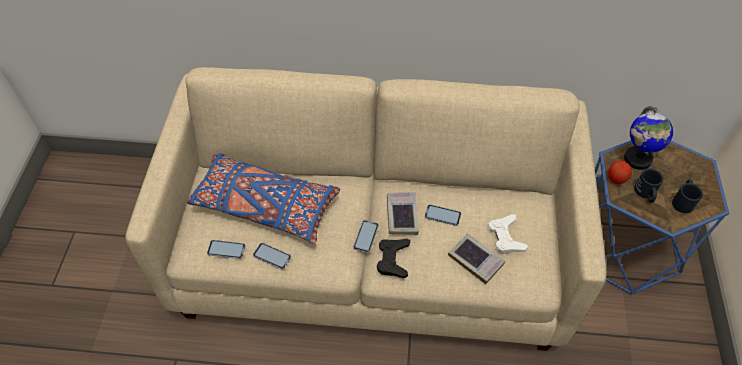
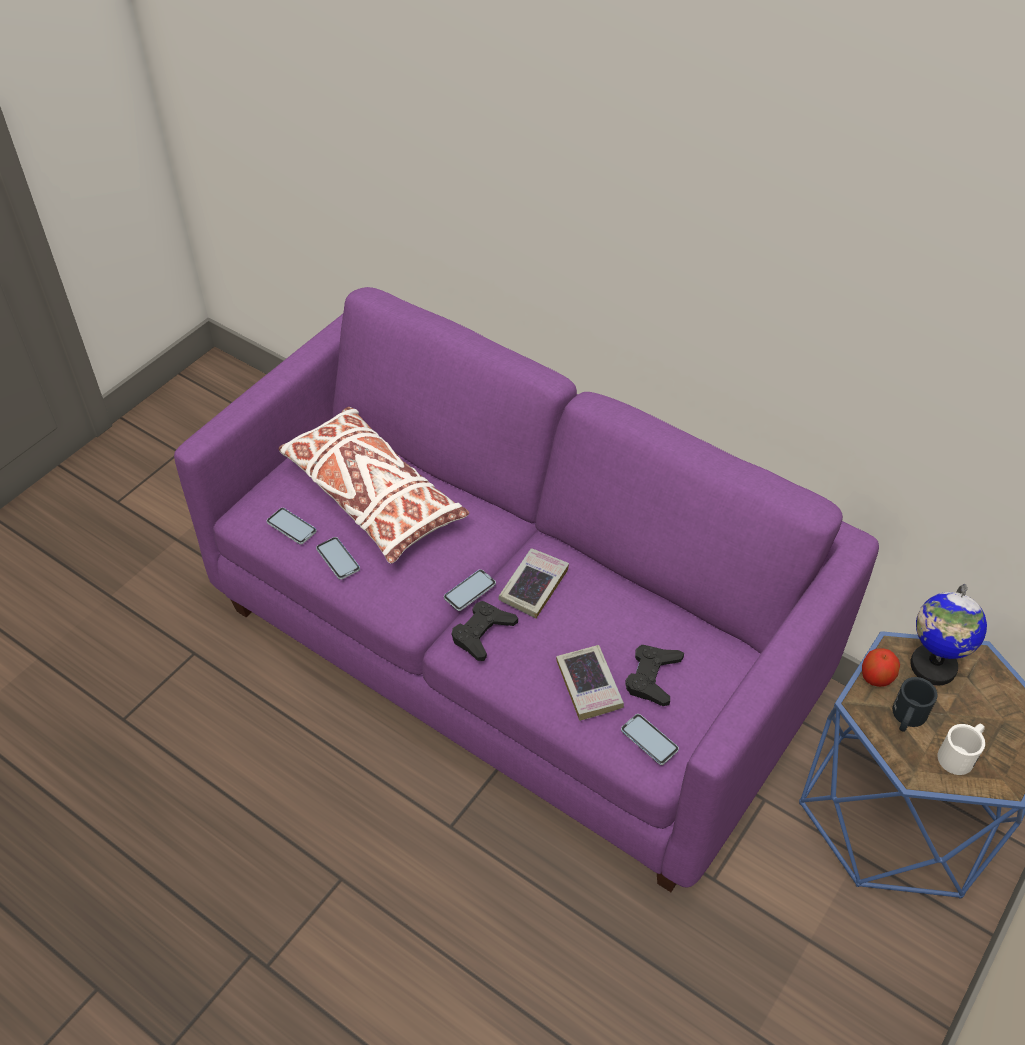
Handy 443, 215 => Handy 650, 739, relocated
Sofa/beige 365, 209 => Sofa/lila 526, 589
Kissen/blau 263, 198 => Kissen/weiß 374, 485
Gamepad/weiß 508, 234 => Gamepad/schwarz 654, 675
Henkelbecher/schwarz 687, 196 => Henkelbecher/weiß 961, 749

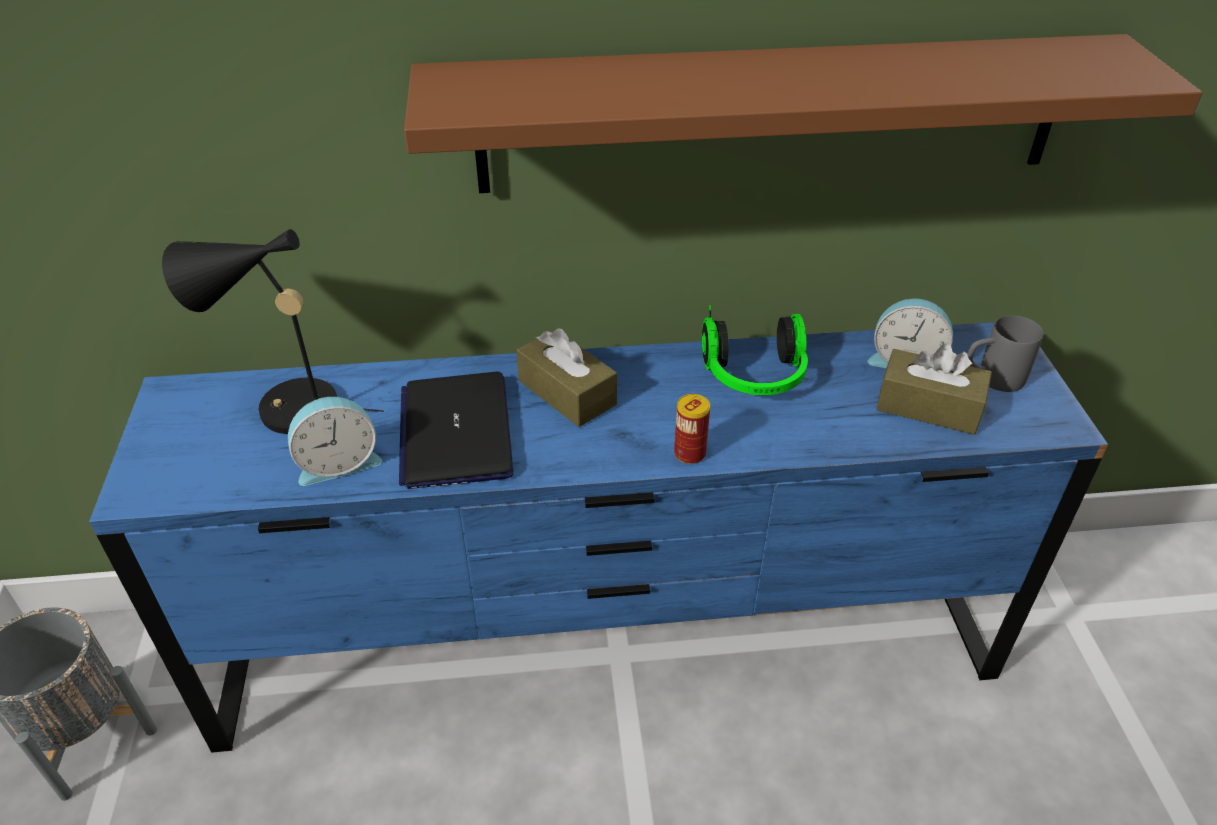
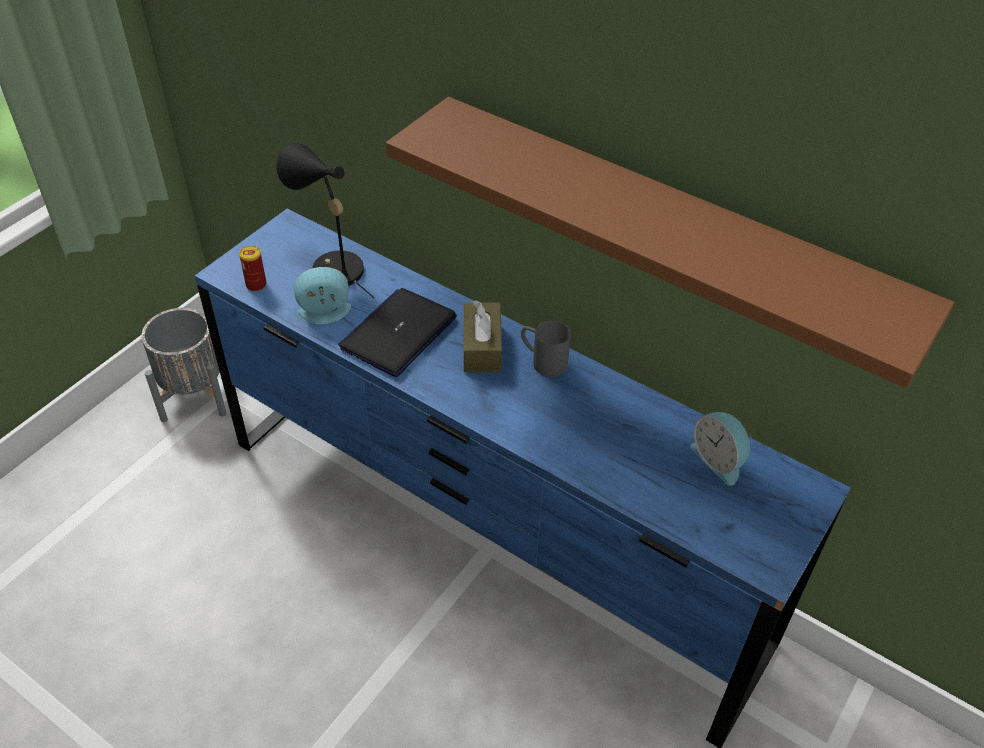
Kopfhörer 755, 350 => nothing
Taschentuchbox/braun 934, 389 => nothing
Dose 692, 429 => Dose 253, 269, relocated
Henkelbecher/grau 1005, 353 => Henkelbecher/grau 546, 349, relocated
Wecker 335, 441 => Wecker 322, 295, 150 degrees clockwise

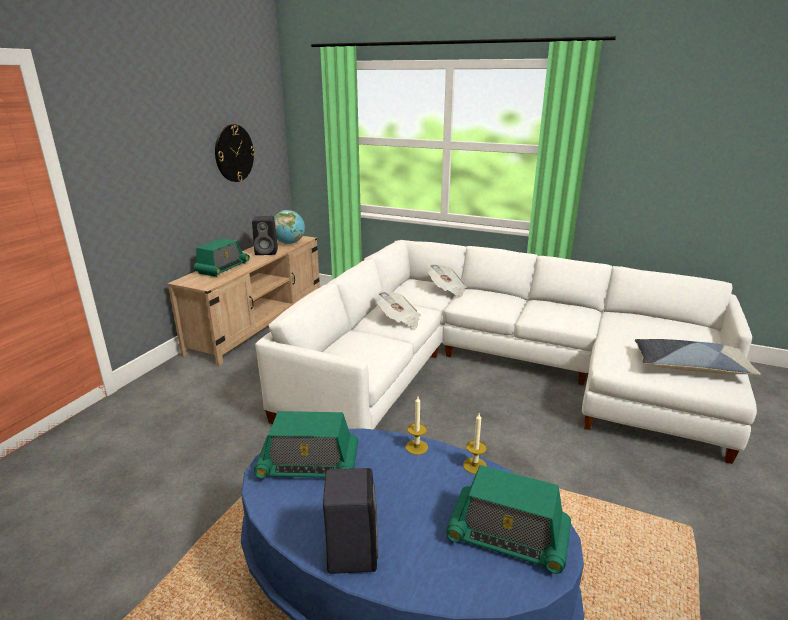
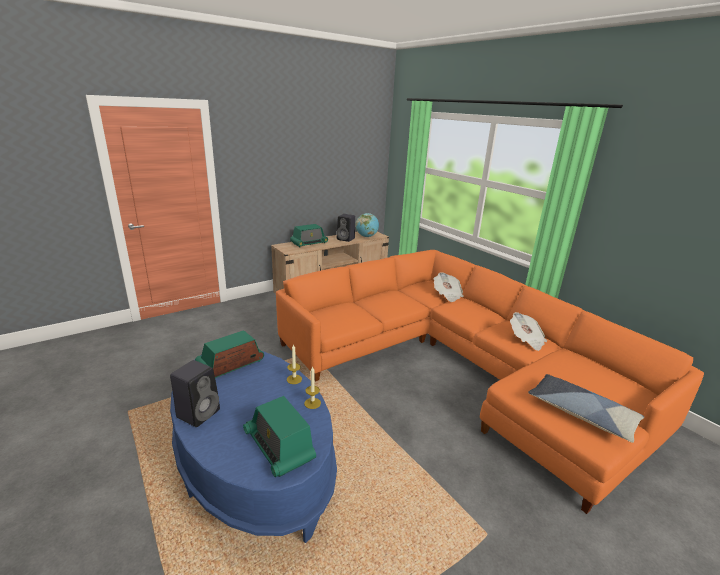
Wanduhr 235, 153 => nothing
Zeitung 399, 309 => Zeitung 528, 331, relocated
Sofa/weiß 506, 352 => Sofa/orange 490, 382
Radio 306, 445 => Radio 229, 354, 105 degrees clockwise

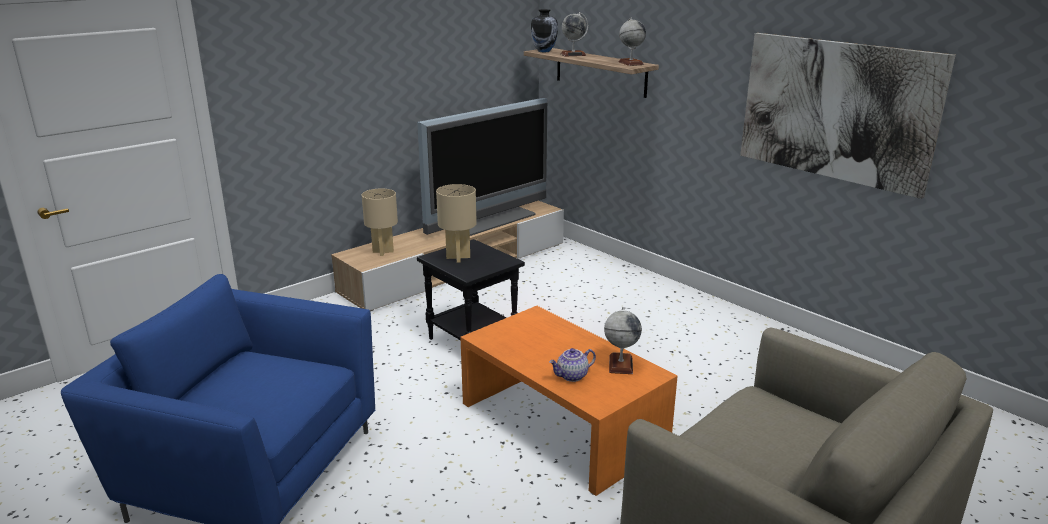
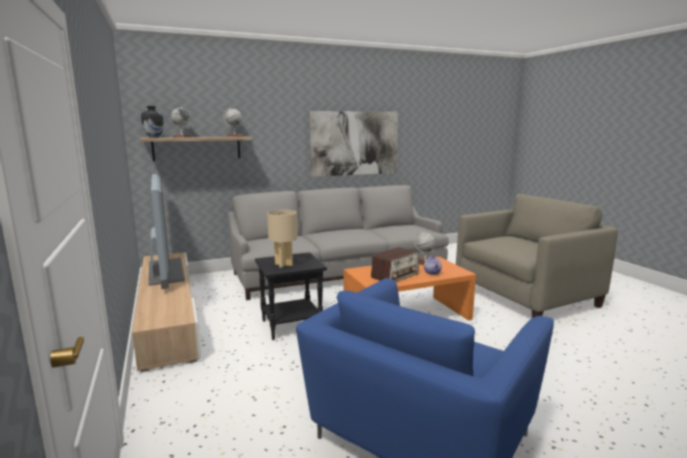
Tischlampe/beige 380, 222 => nothing
nothing => Sofa/grau 338, 242
nothing => Radio 395, 264

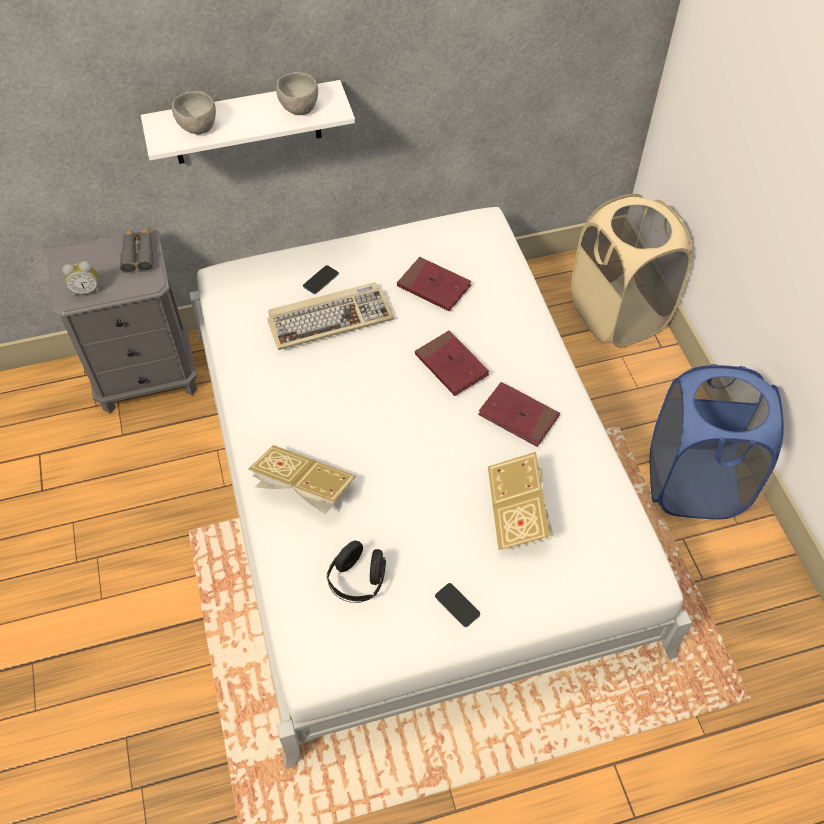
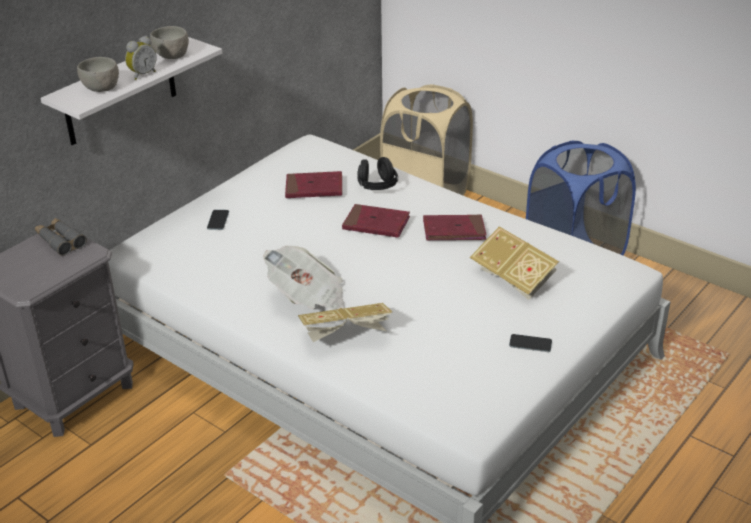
Tastatur 330, 316 => nothing
nothing => Zeitung 304, 278
Wecker 81, 279 => Wecker 141, 58, relocated
Kopfhörer/schwarz 356, 572 => Kopfhörer/schwarz 377, 173, relocated

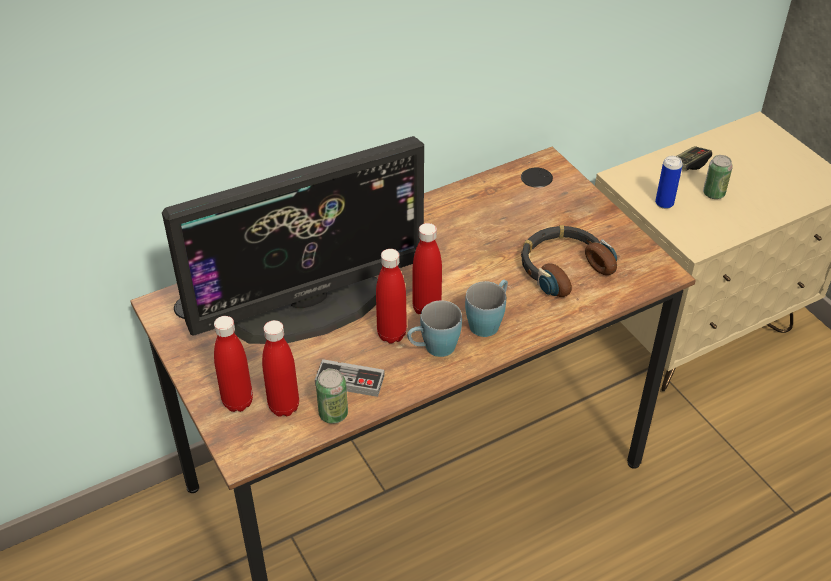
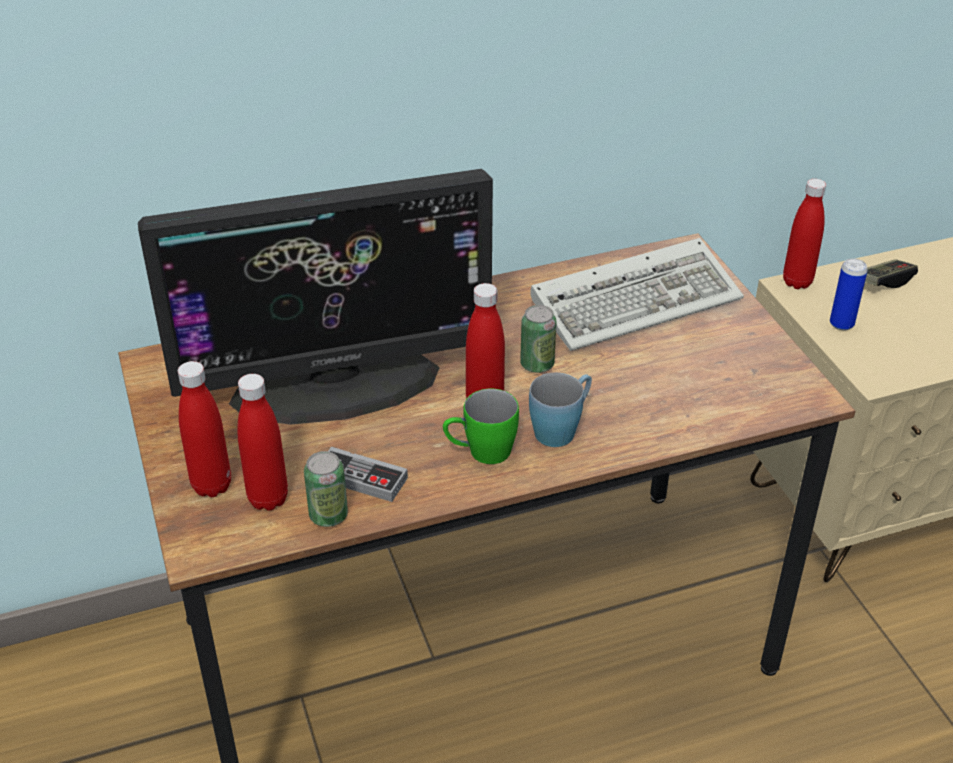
Kopfhörer 569, 261 => nothing
nothing => Tastatur 637, 294
Flasche/rot 391, 296 => Flasche/rot 804, 234, relocated
Dose 718, 177 => Dose 538, 339, relocated
Henkelbecher/blau 434, 329 => Henkelbecher/grün 481, 426

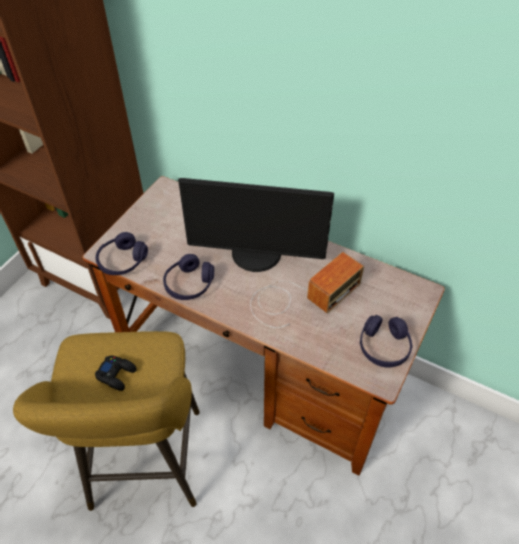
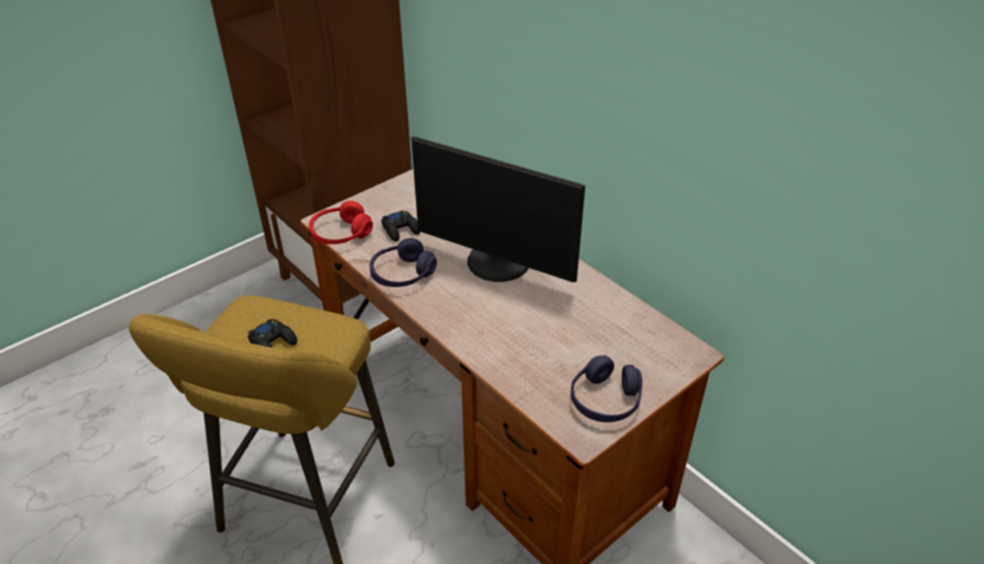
Radio 307, 290 => nothing
nothing => Gamepad/schwarz 400, 225
Kopfhörer/lila 122, 253 => Kopfhörer/rot 341, 222

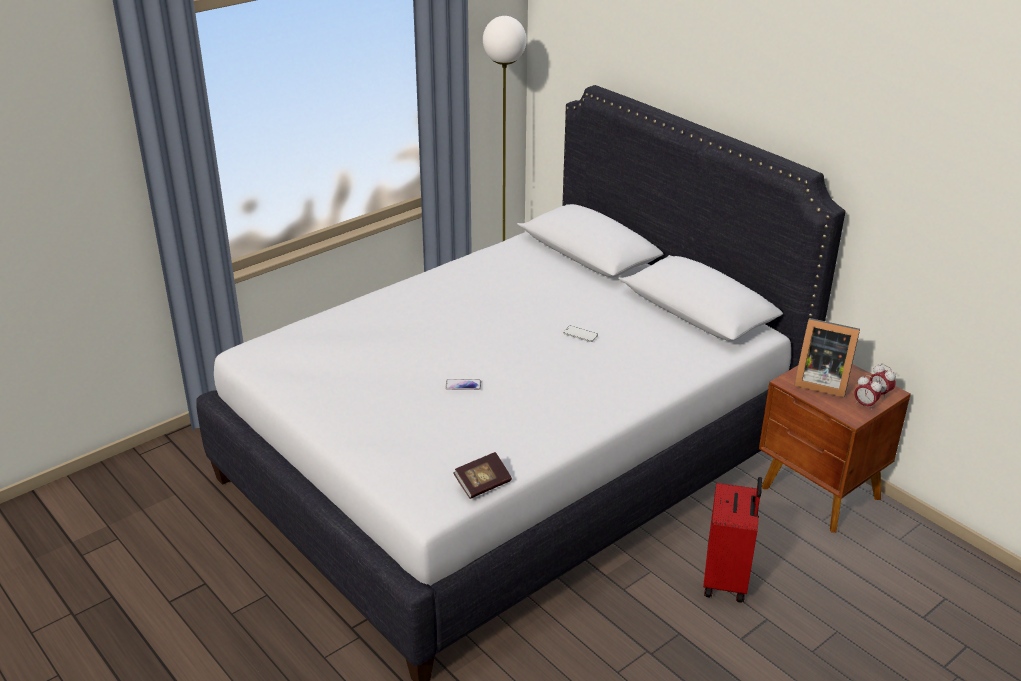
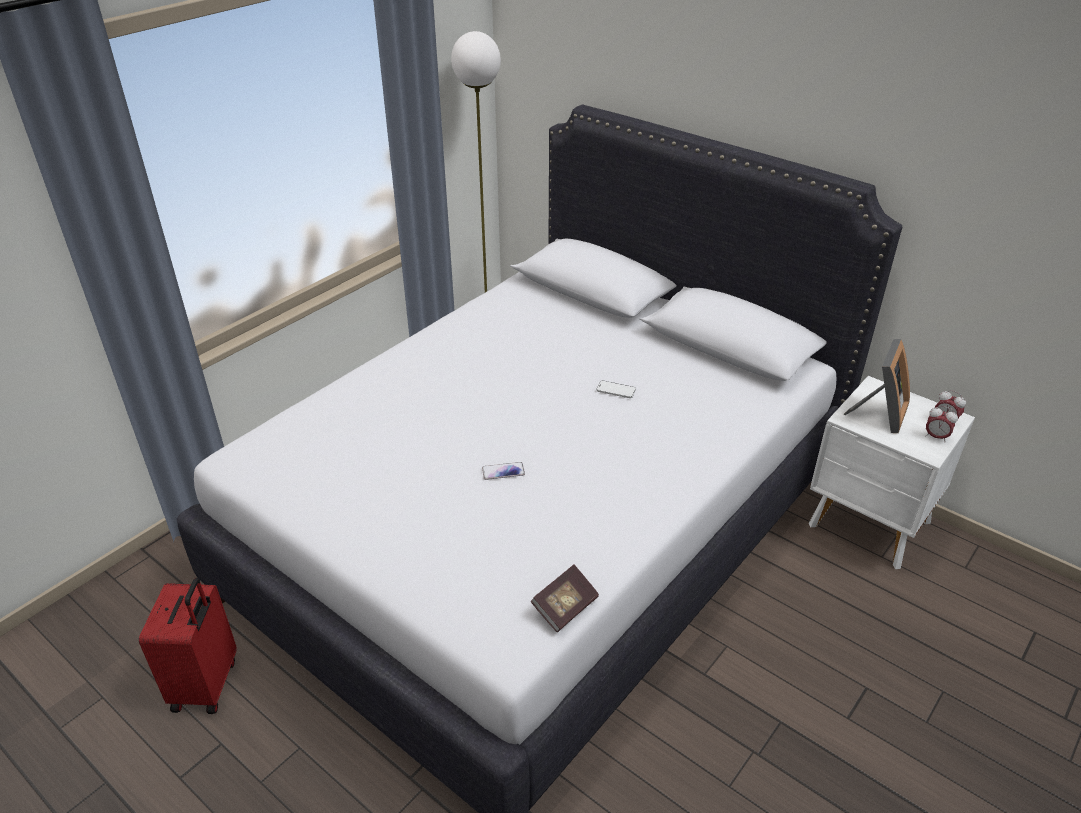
Koffer/rot 732, 540 => Koffer/rot 188, 646, relocated
Nachttisch/braun 835, 448 => Nachttisch/weiß 892, 472
Bilderrahmen 827, 358 => Bilderrahmen 876, 386, 75 degrees counterclockwise

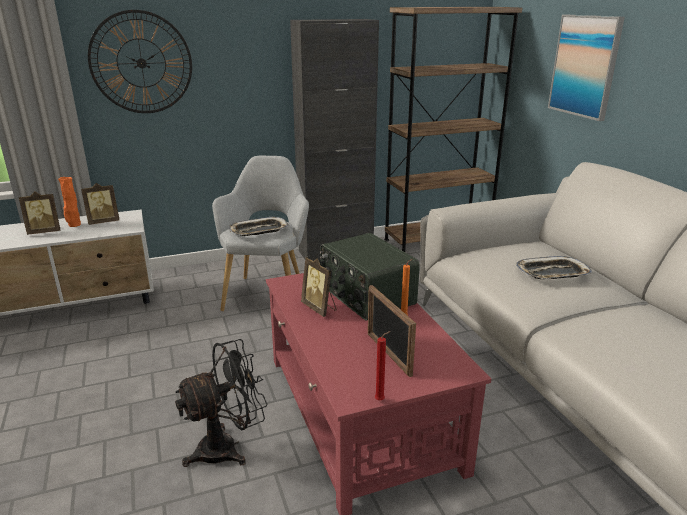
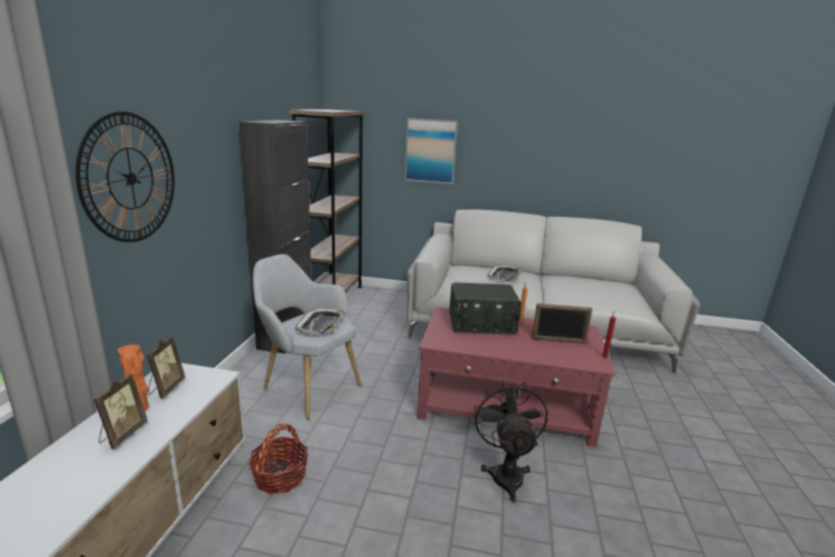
Bilderrahmen 319, 287 => nothing
nothing => Korb 278, 459

